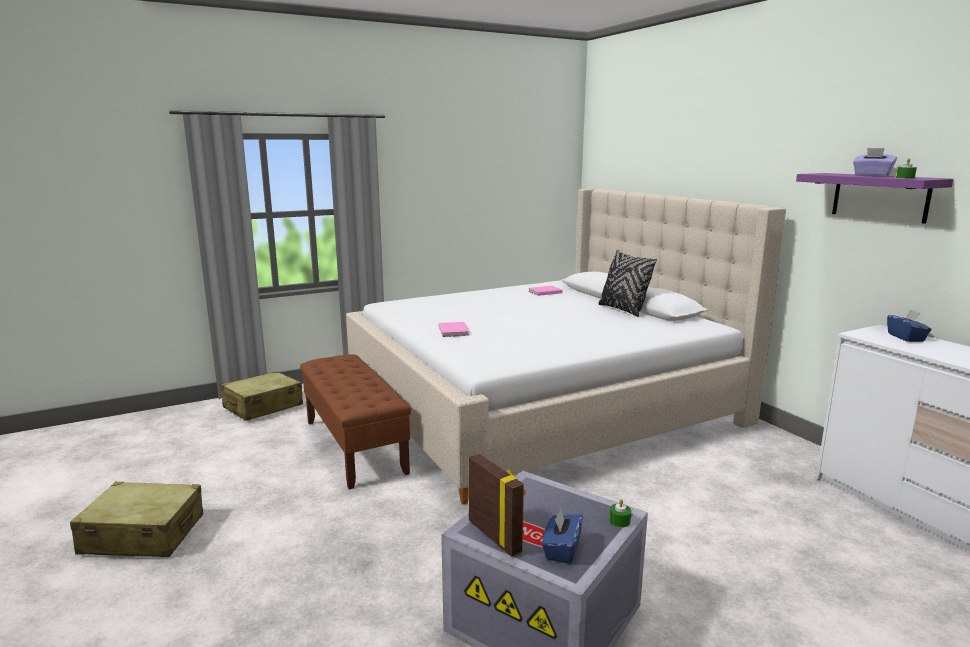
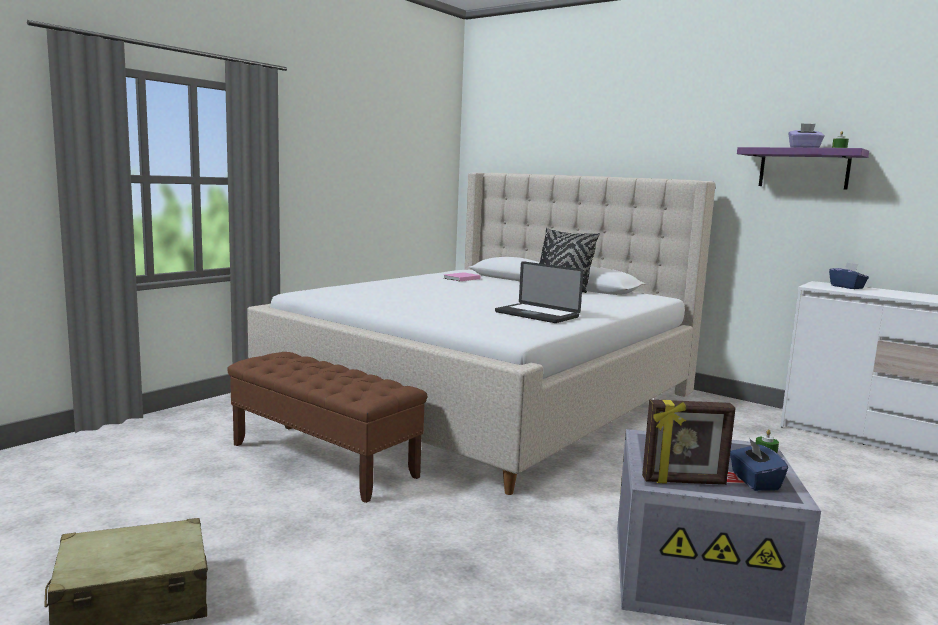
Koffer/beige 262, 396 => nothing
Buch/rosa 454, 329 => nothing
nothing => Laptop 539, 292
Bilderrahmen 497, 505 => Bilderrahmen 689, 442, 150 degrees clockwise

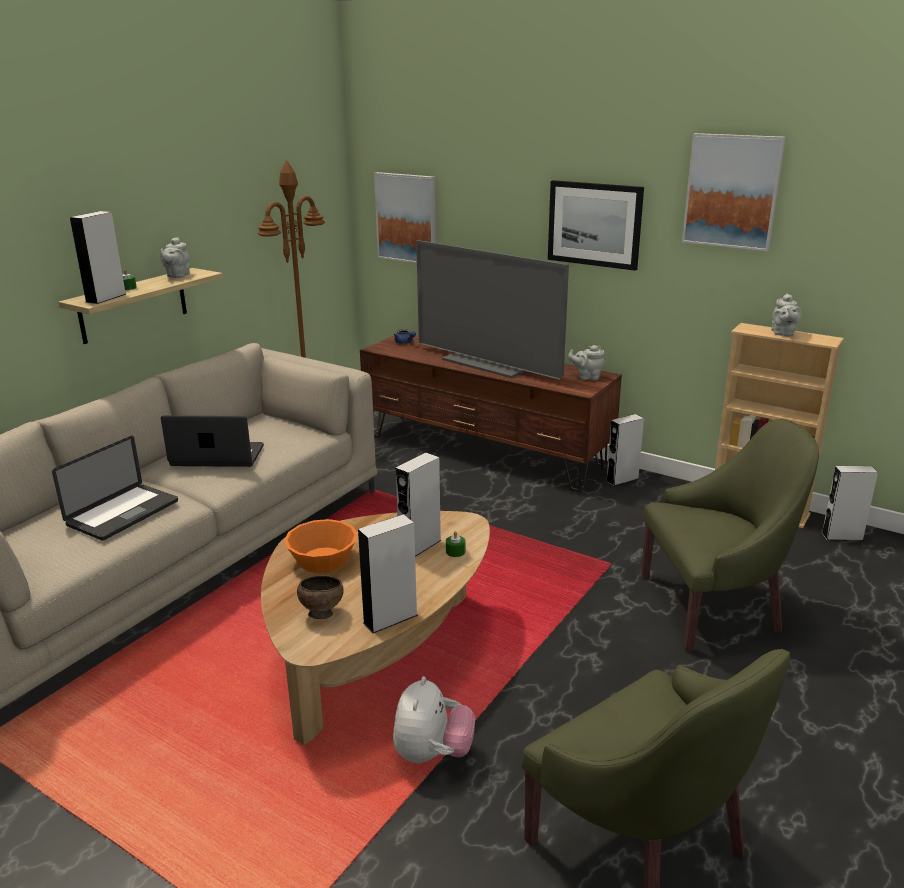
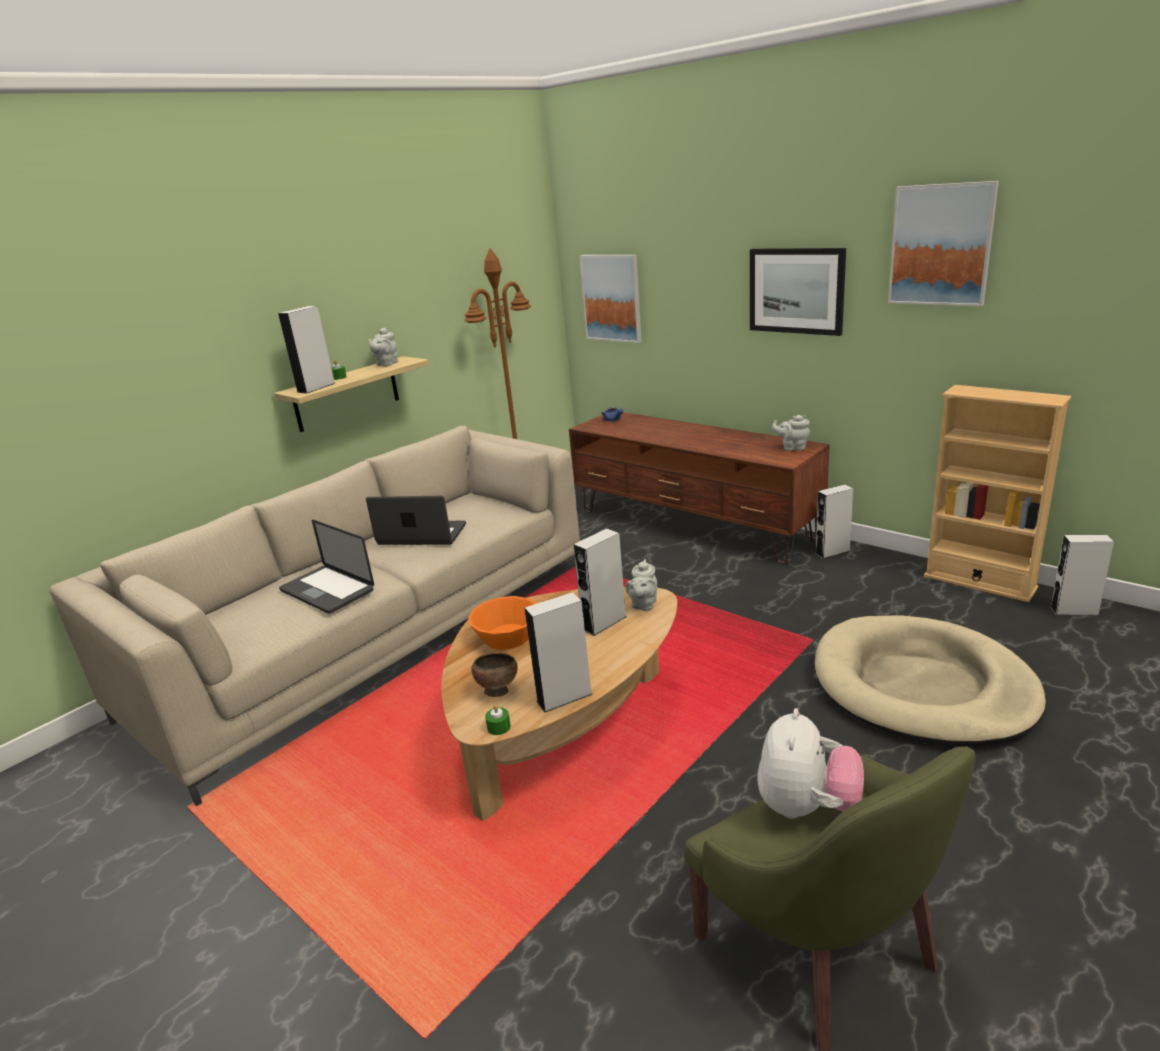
Fernseher 492, 310 => nothing
Plüschtier 434, 720 => Plüschtier 810, 763, relocated
Kerze/grün 455, 544 => Kerze/grün 498, 719, relocated
Teekanne/grau 786, 315 => Teekanne/grau 641, 585, relocated
Sessel/grün 730, 535 => Hundebett/beige 930, 681
Laptop 115, 488 => Laptop 326, 567, 90 degrees clockwise

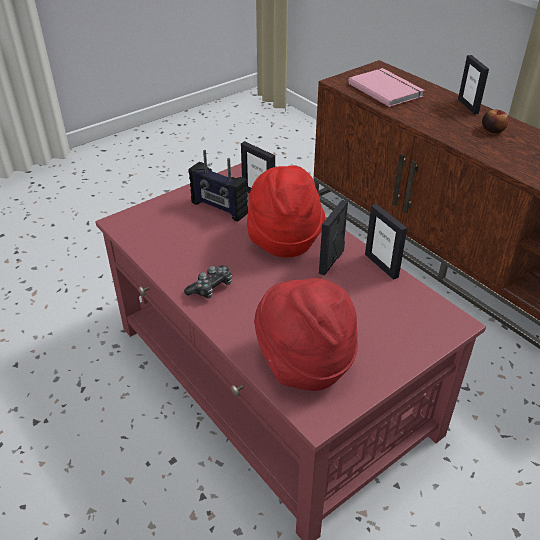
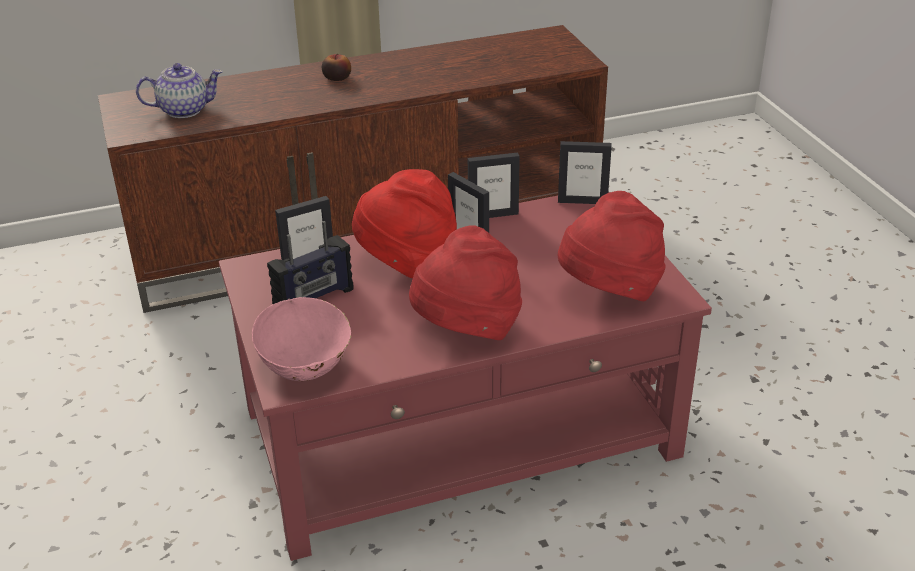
nothing => Schüssel/rosa 301, 339
Bilderrahmen 473, 84 => Bilderrahmen 585, 172, relocated
Gamepad 208, 282 => Hut/rot 465, 282
Buch/rosa 386, 87 => Teekanne 179, 90

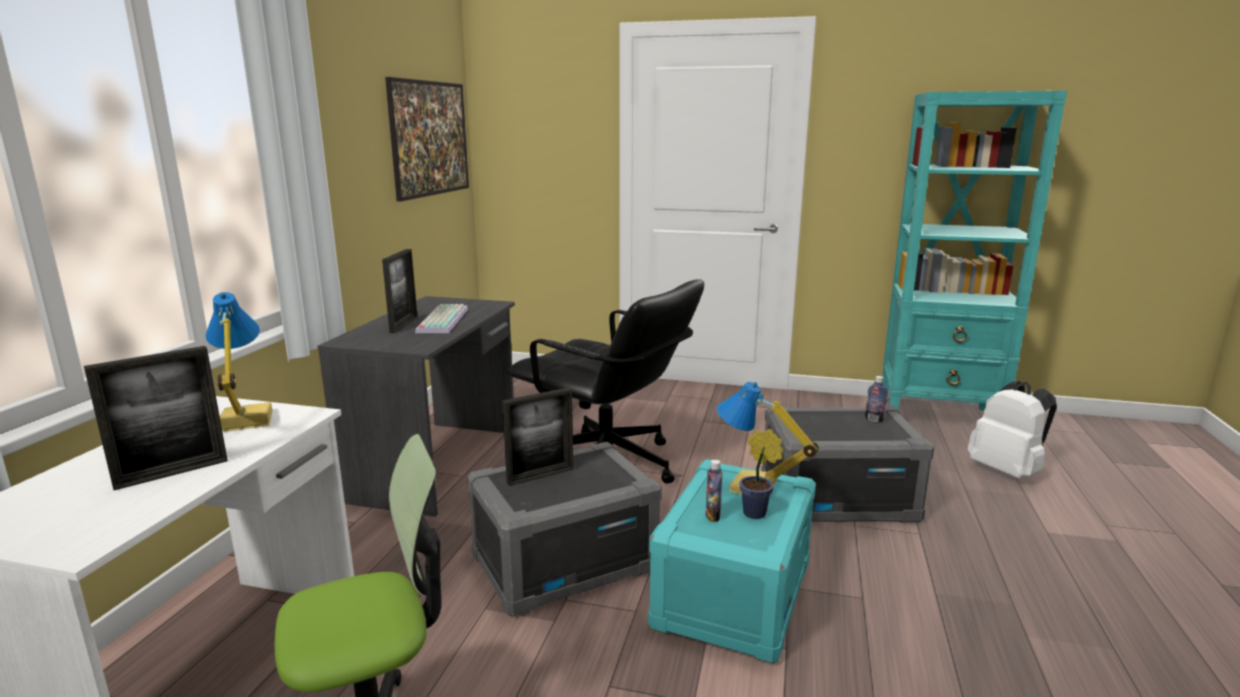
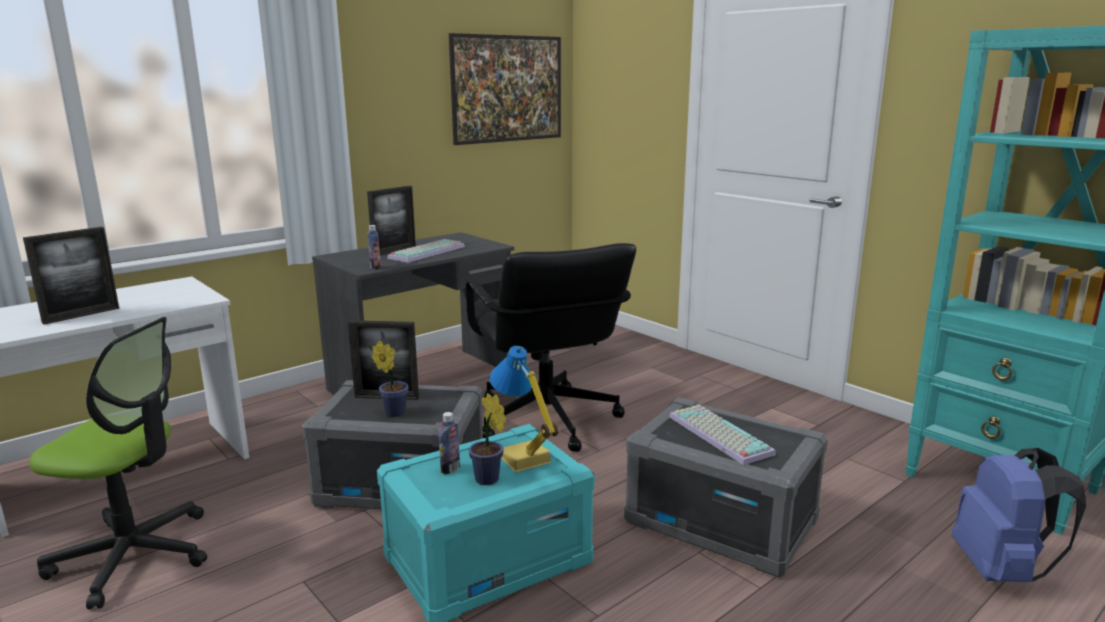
Tischlampe 239, 362 => nothing
nothing => Topfpflanze 390, 378
nothing => Tastatur 722, 435
Flasche 876, 399 => Flasche 374, 247, relocated
Rucksack/weiß 1012, 430 => Rucksack/blau 1019, 515
Bilderrahmen 156, 418 => Bilderrahmen 71, 276, 45 degrees counterclockwise

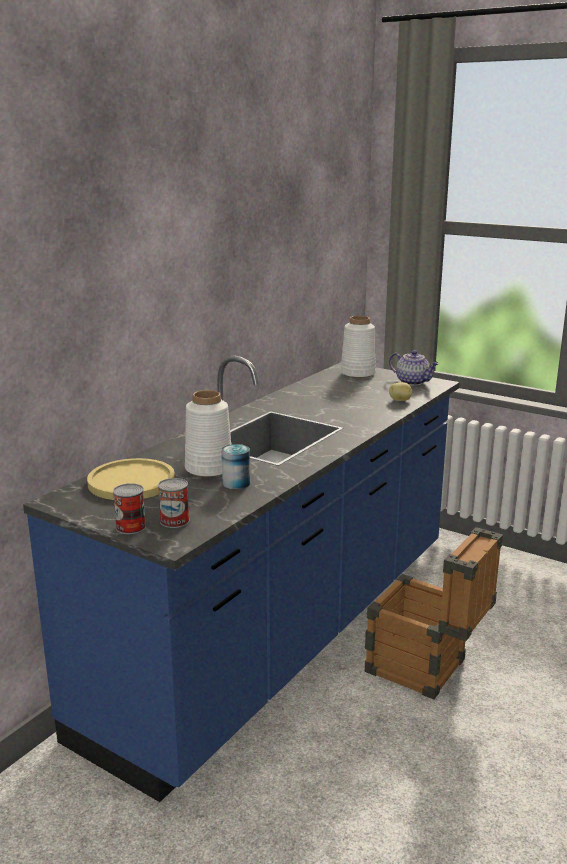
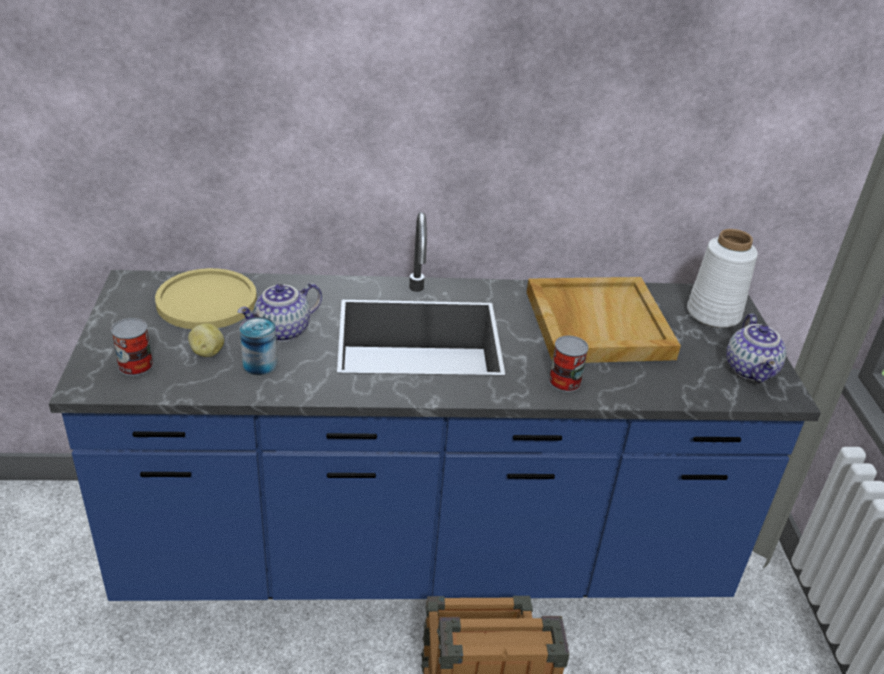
nothing => Tablett/beige 604, 320
Dose 129, 508 => Dose 569, 364, relocated
Kartoffel 400, 391 => Kartoffel 206, 340, relocated
Vase/weiß 208, 433 => Teekanne 279, 312

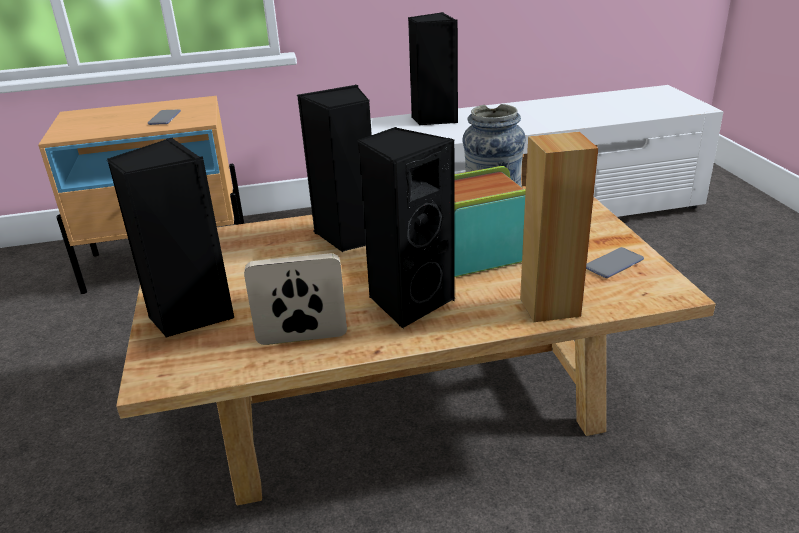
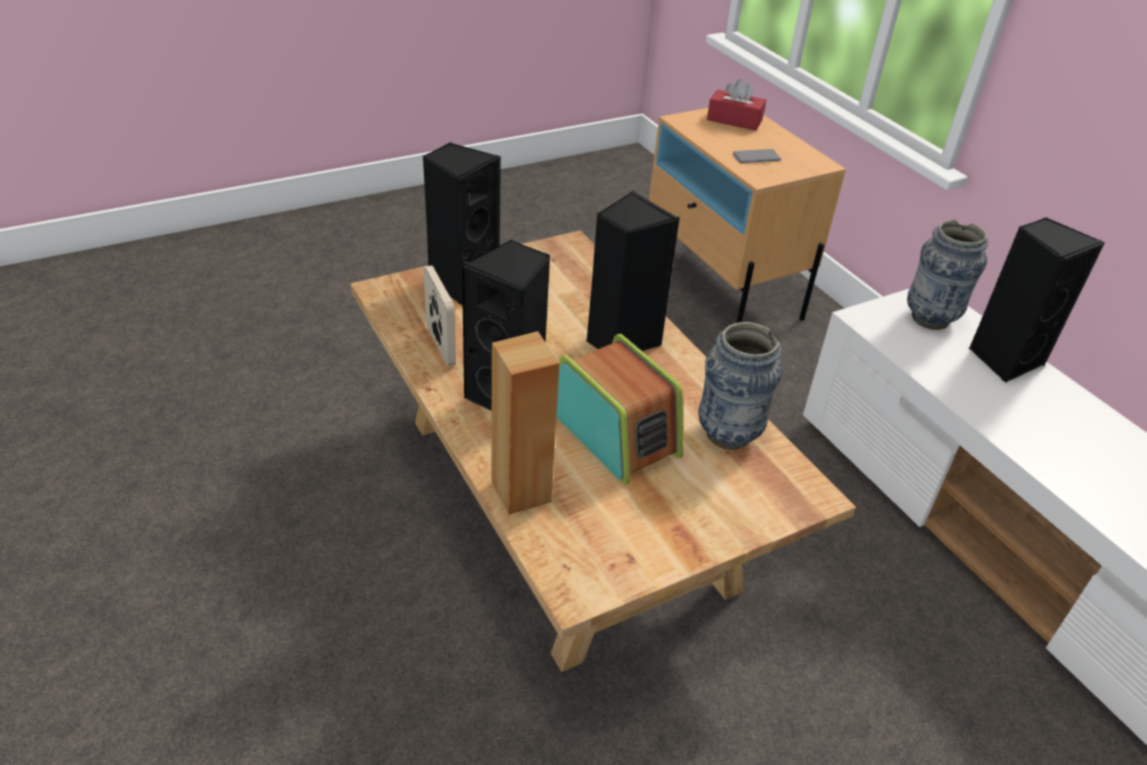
Handy 615, 262 => nothing
nothing => Taschentuchbox/rot 736, 104
nothing => Vase 947, 275

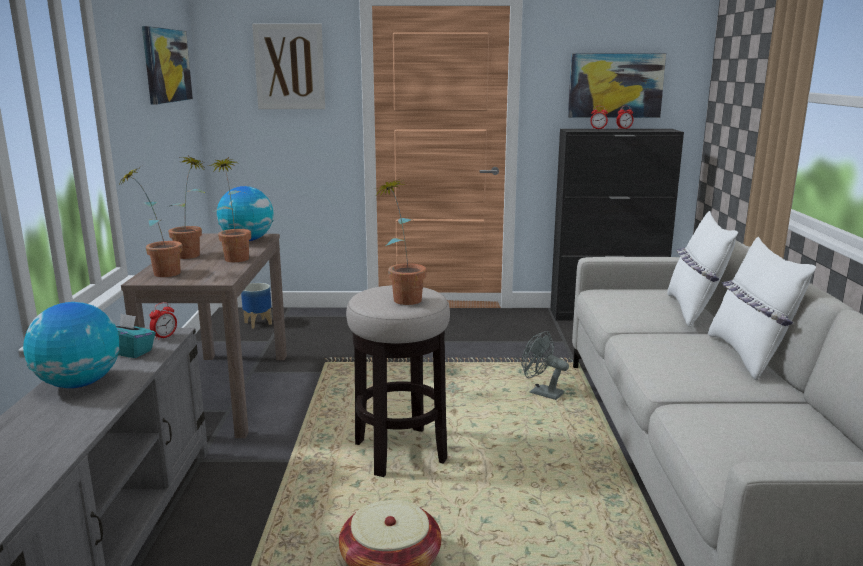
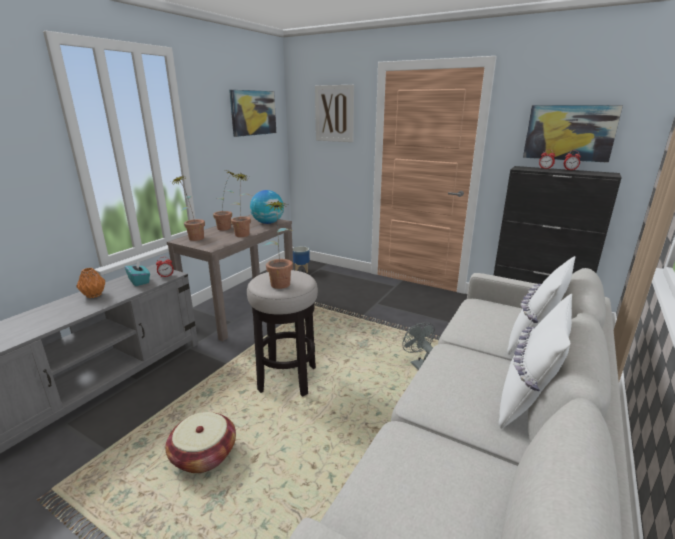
Globus 71, 345 => Vase/orange 90, 283

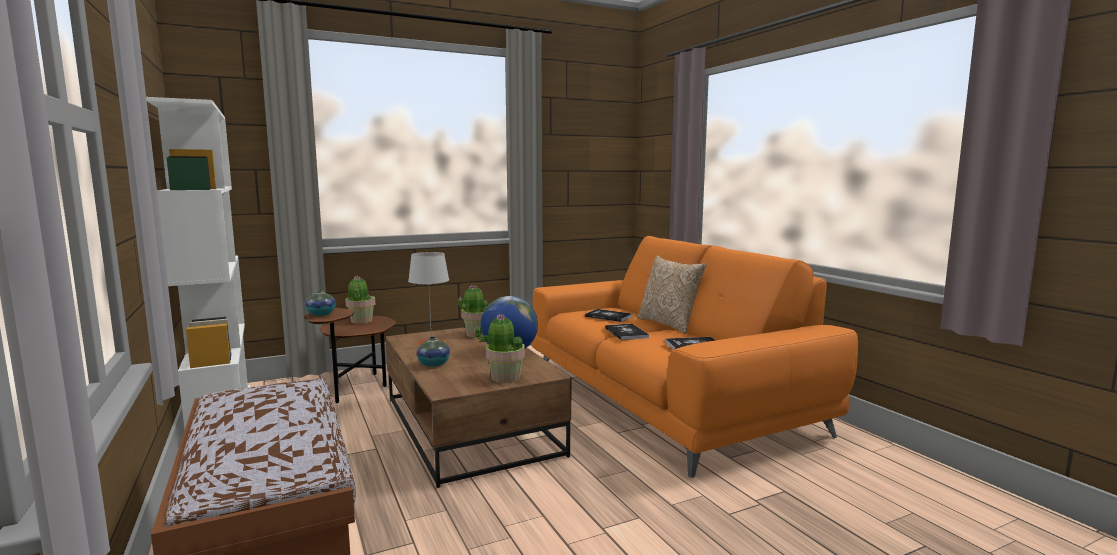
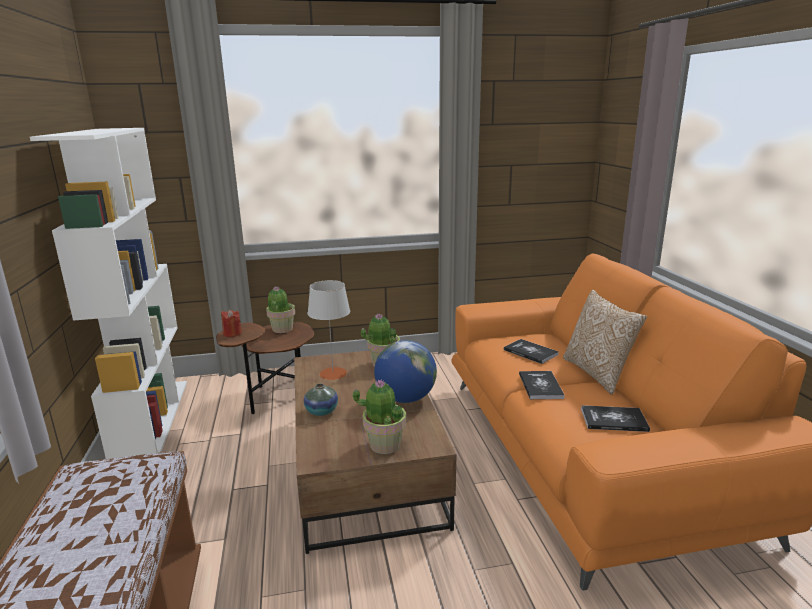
Vase 320, 303 => Kerze/rot 231, 323

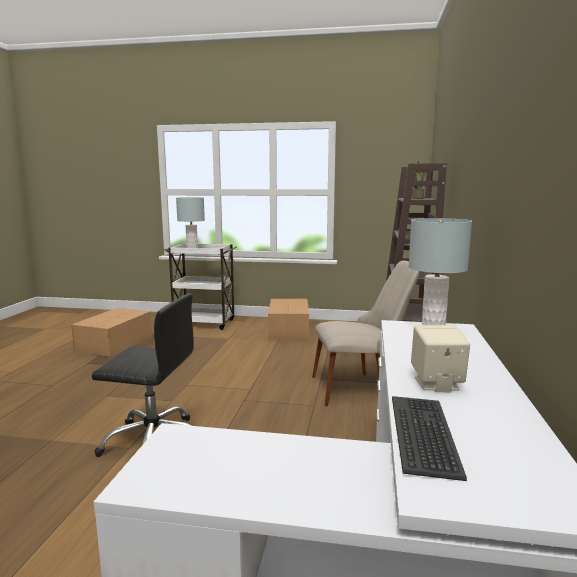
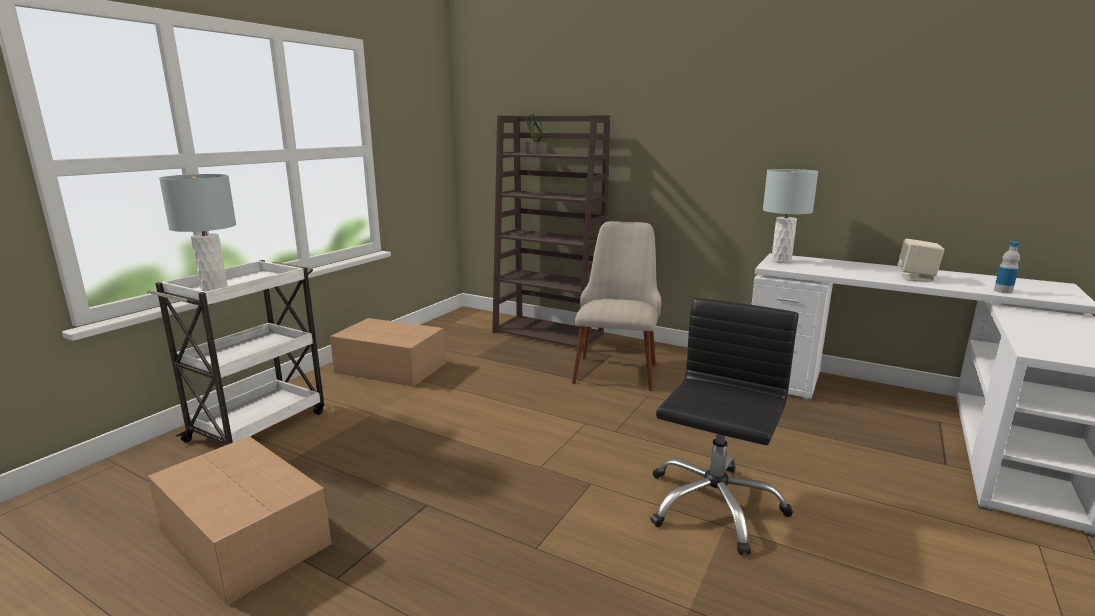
Tastatur 429, 438 => Flasche 1007, 267

